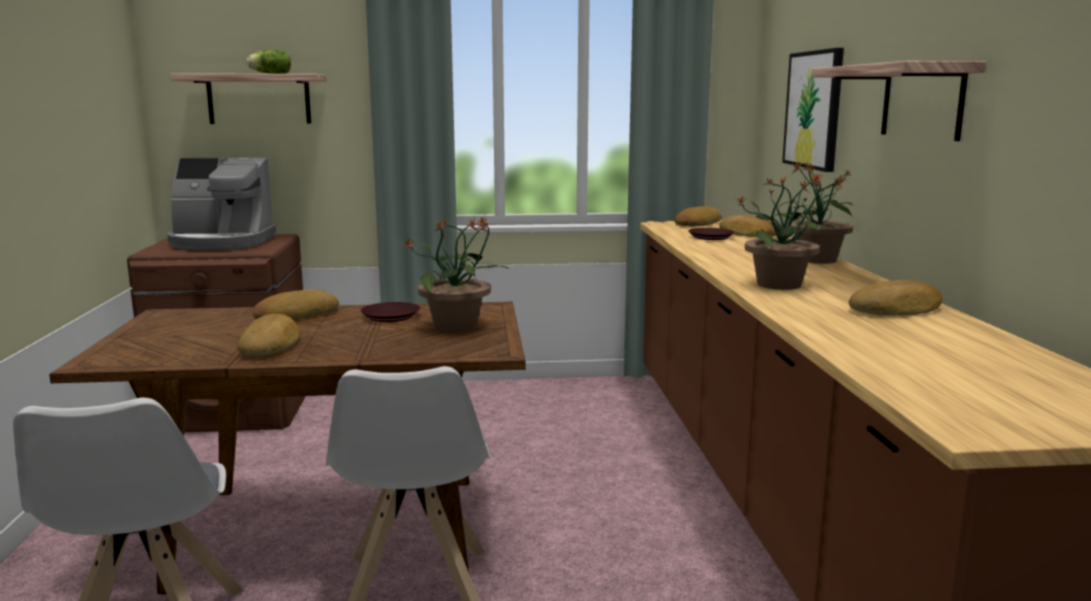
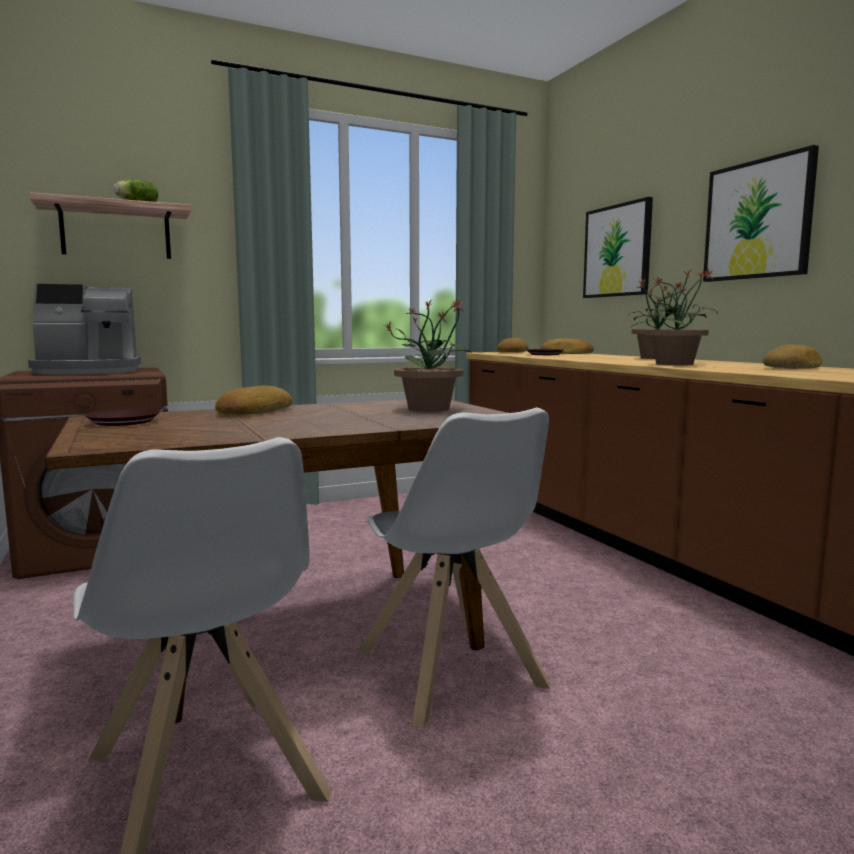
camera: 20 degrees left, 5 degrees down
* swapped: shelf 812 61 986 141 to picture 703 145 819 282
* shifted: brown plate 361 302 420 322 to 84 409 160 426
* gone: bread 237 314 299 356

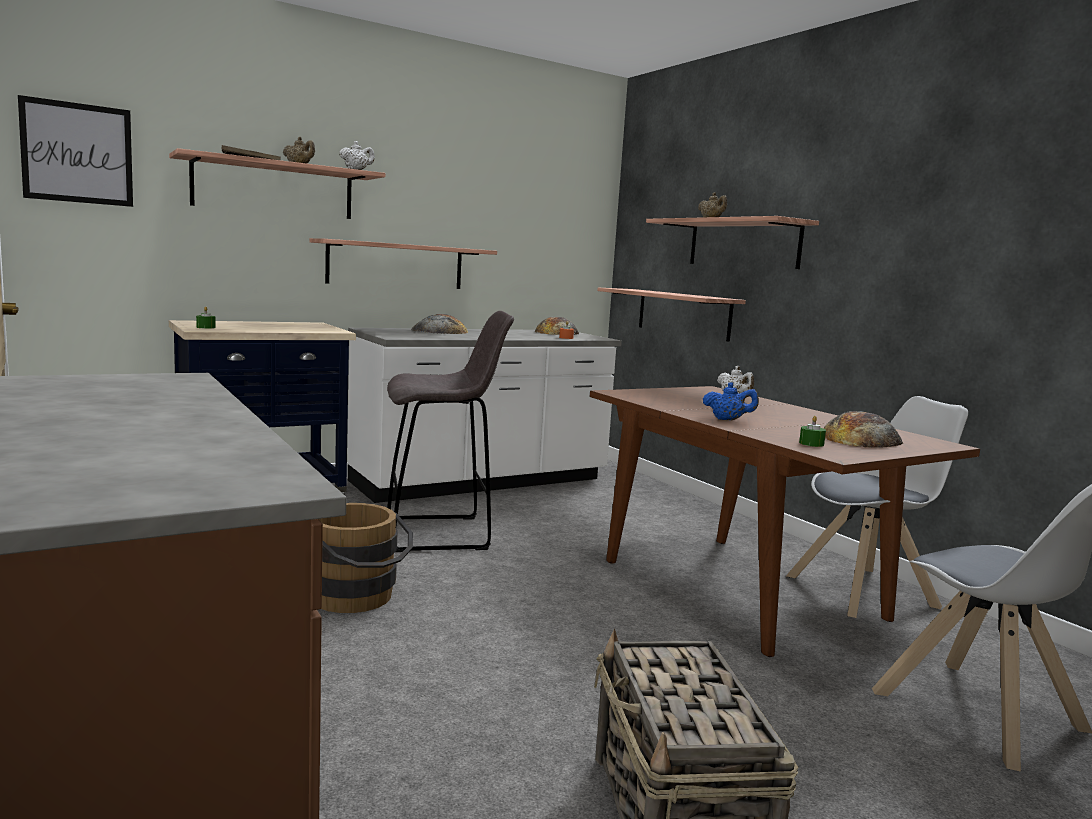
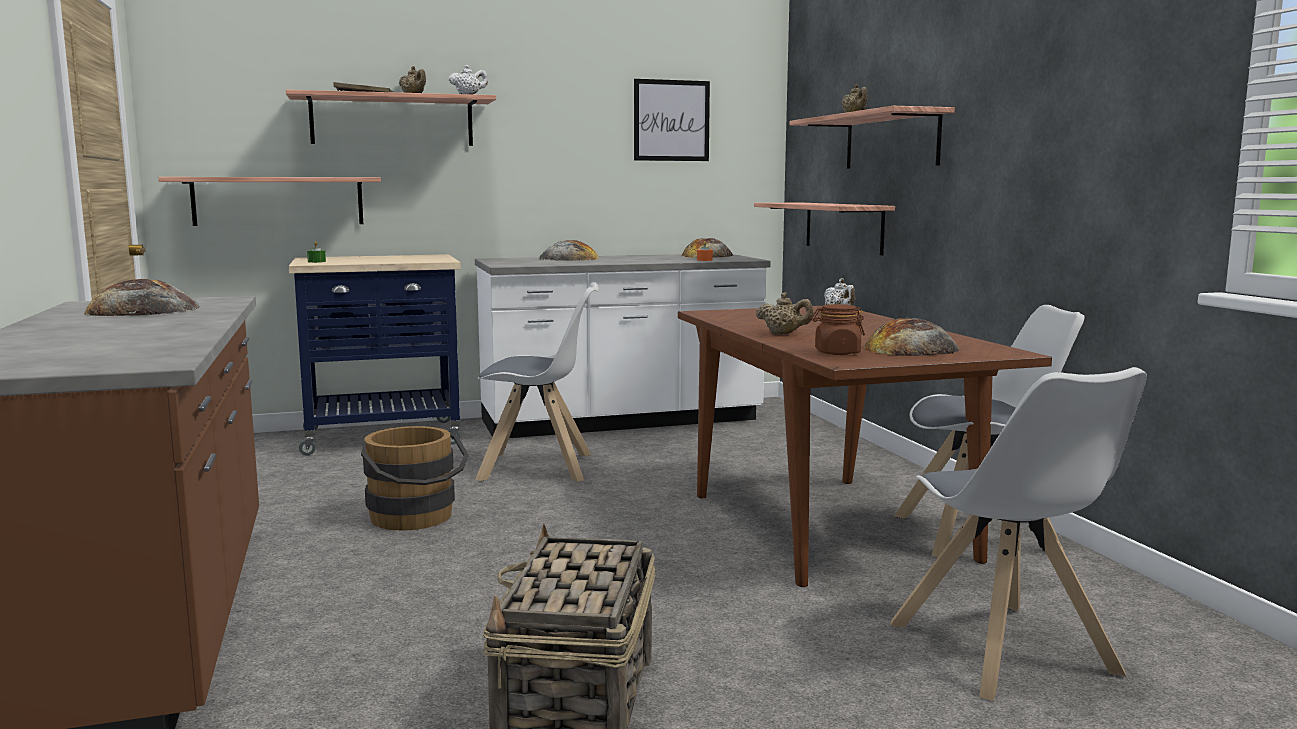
camera: 15 degrees right, 0 degrees up
* shifted: picture 18 95 133 207 to 634 79 710 161
* shifted: shelf 309 238 497 289 to 158 177 381 226
* swapped: grey stool 387 311 514 552 to chair 475 282 599 482
* repainted: blue teapot 703 382 759 420 to beige teapot 756 292 814 334
* swapped: green candle 799 416 826 447 to brown jar 811 304 865 355
* new: bread 84 279 200 316

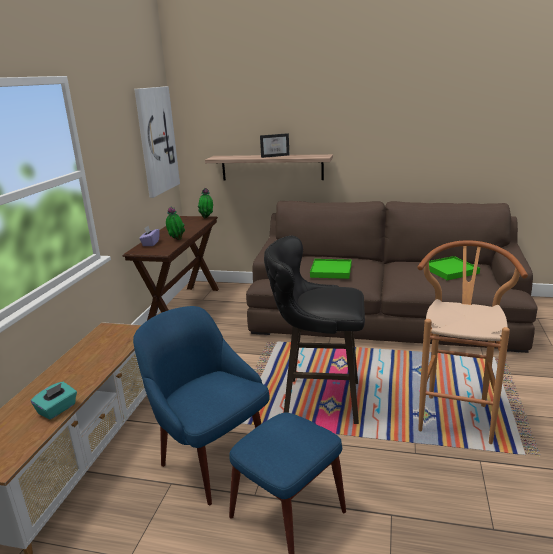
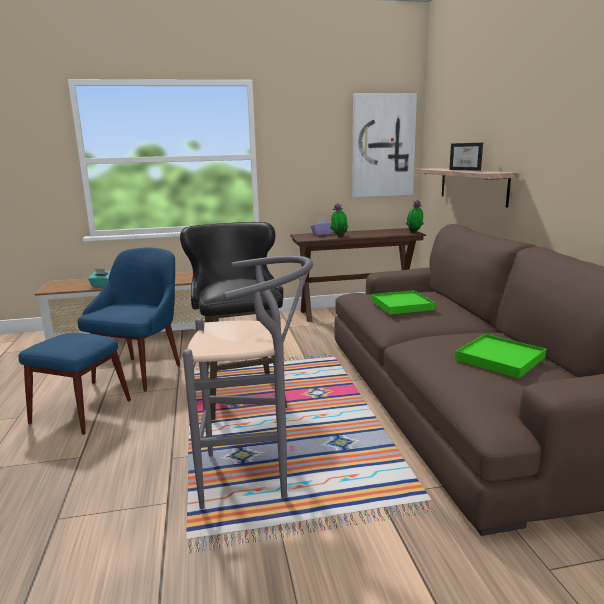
camera: 65 degrees right, 5 degrees down
* repainted: brown stool 417 240 528 444 to grey stool 183 256 313 509

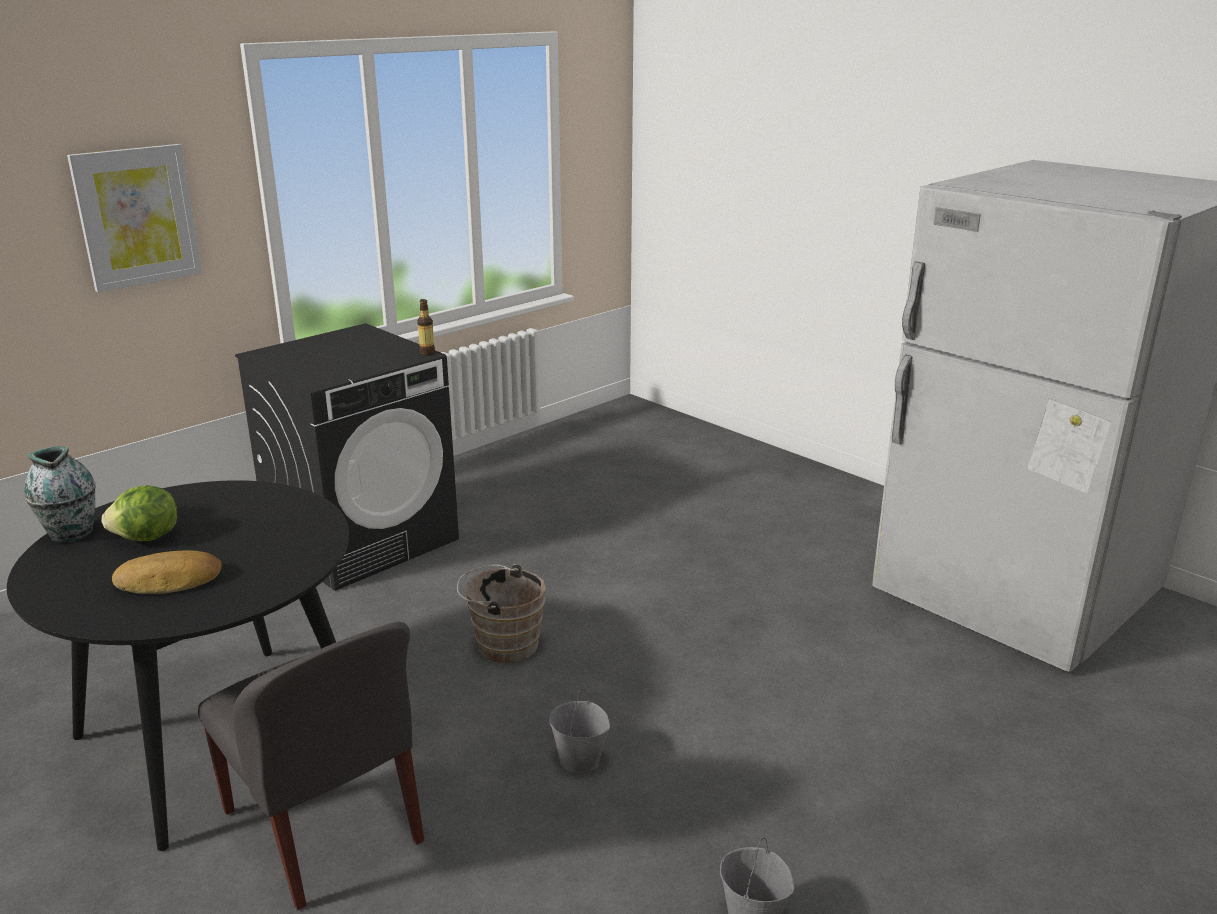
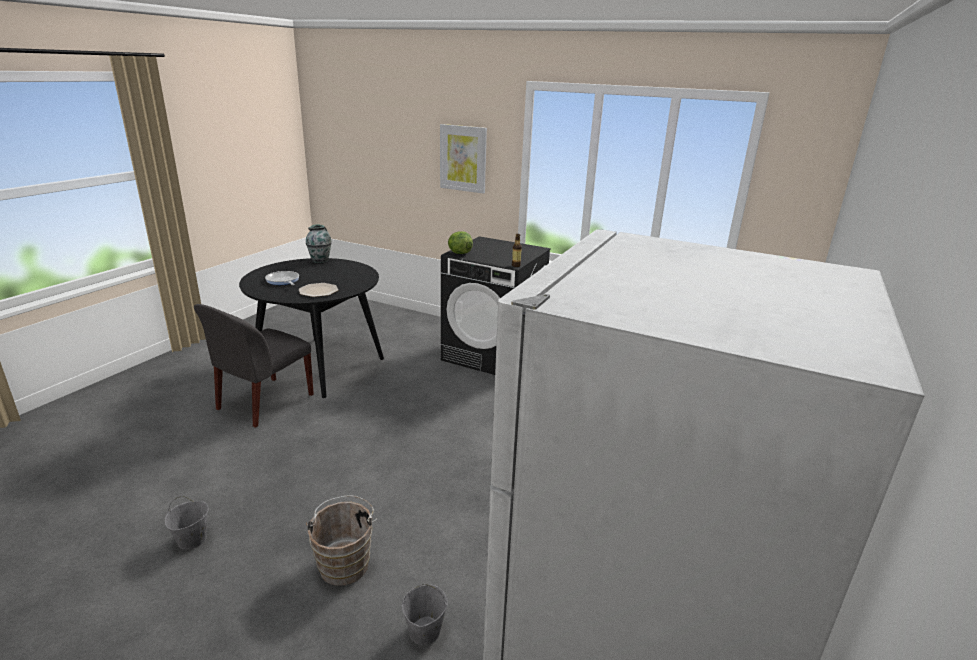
camera: 70 degrees right, 0 degrees up
* shifted: lettuce 101 485 177 541 to 448 231 473 254
* swapped: bread 112 550 222 594 to frying pan 265 271 299 285
* shifted: brown bucket 457 564 546 663 to 306 495 377 586
* shifted: grey bucket 549 689 610 773 to 402 584 448 645
* new: plate 299 283 338 297

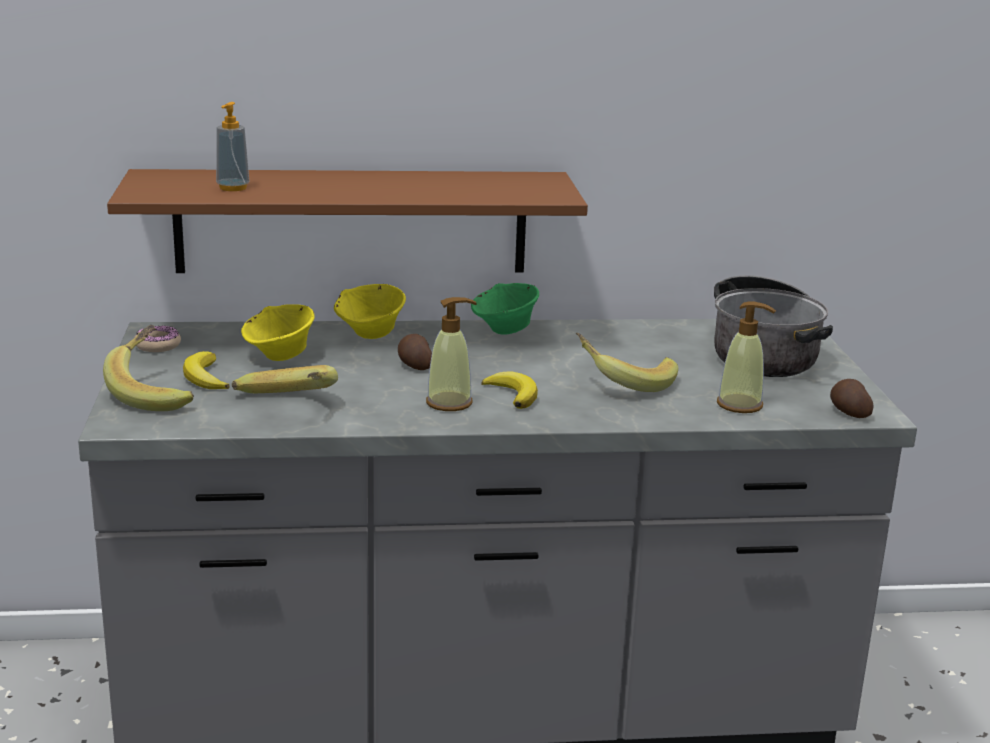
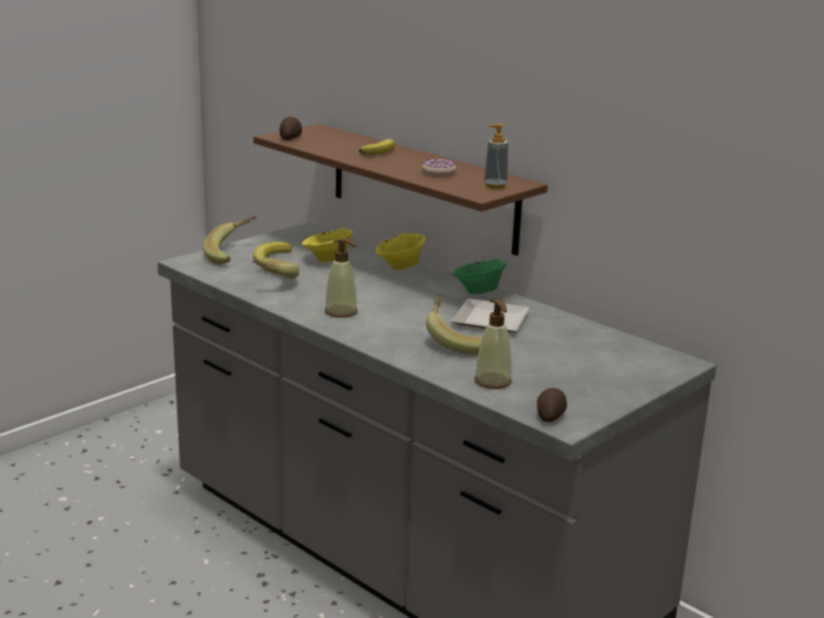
camera: 50 degrees right, 0 degrees up
* shifted: soap dispenser 216 102 250 191 to 484 123 508 189
* gone: cooking pot 714 275 833 377
* shifted: donut 134 325 181 352 to 422 159 456 176
* shifted: potato 398 334 432 370 to 279 117 302 140
* shifted: banana 481 372 538 409 to 359 139 395 156
* new: plate 451 299 530 332

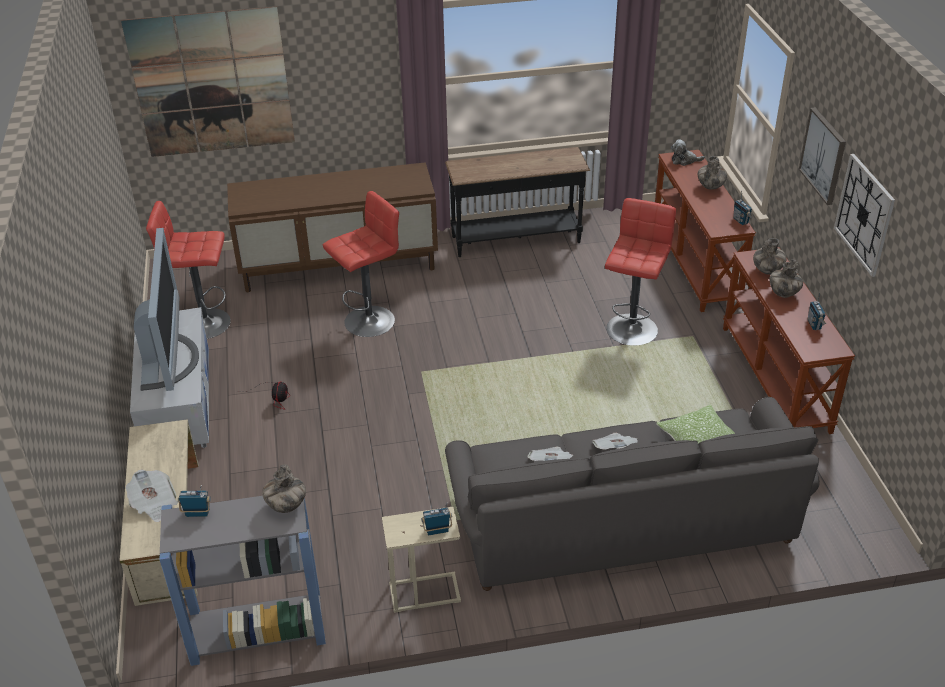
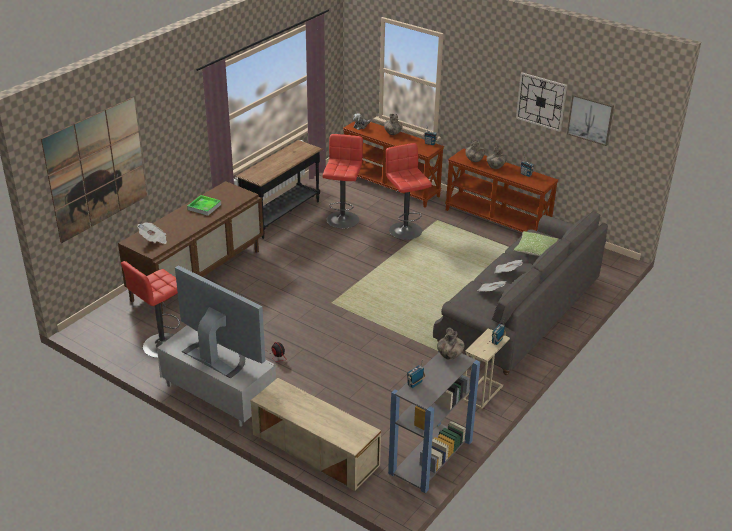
camera: 45 degrees left, 5 degrees down
* shifted: picture 799 108 846 205 to 567 94 614 146
* shifted: red stool 323 191 399 337 to 323 134 363 229
* shifted: newspaper 126 469 178 522 to 137 223 167 244
* new: tray 187 195 221 216

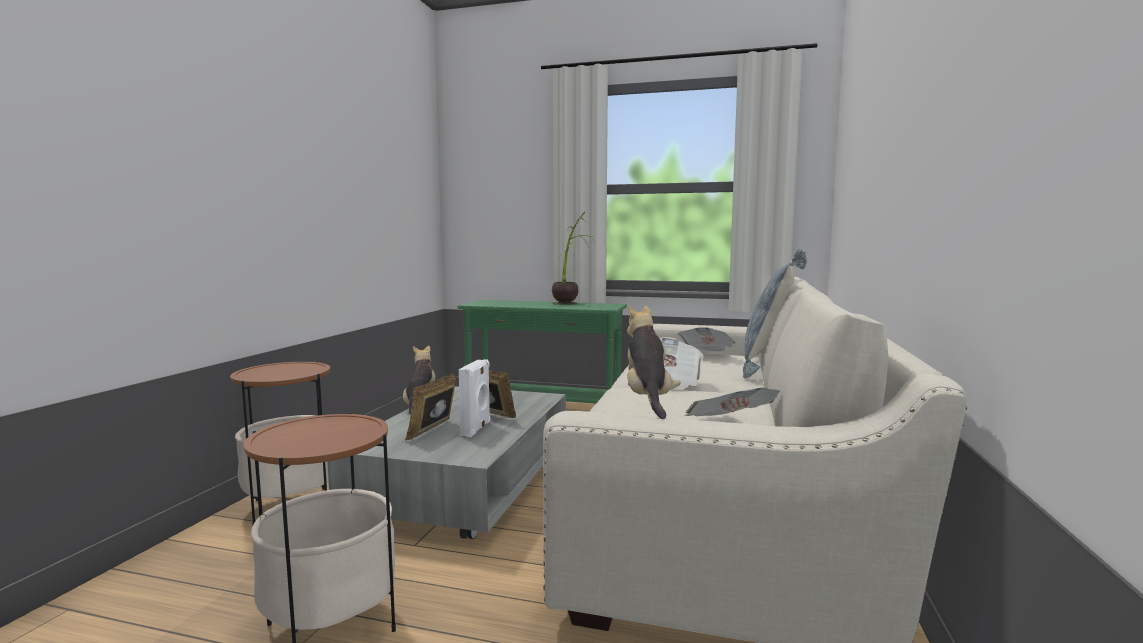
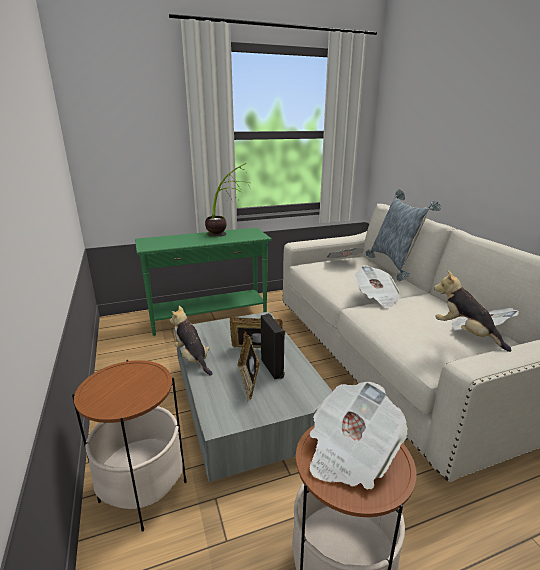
camera: 35 degrees left, 15 degrees up
* repainted: white speaker 459 359 491 437 to black speaker 261 313 285 379
* new: newspaper 310 382 408 489

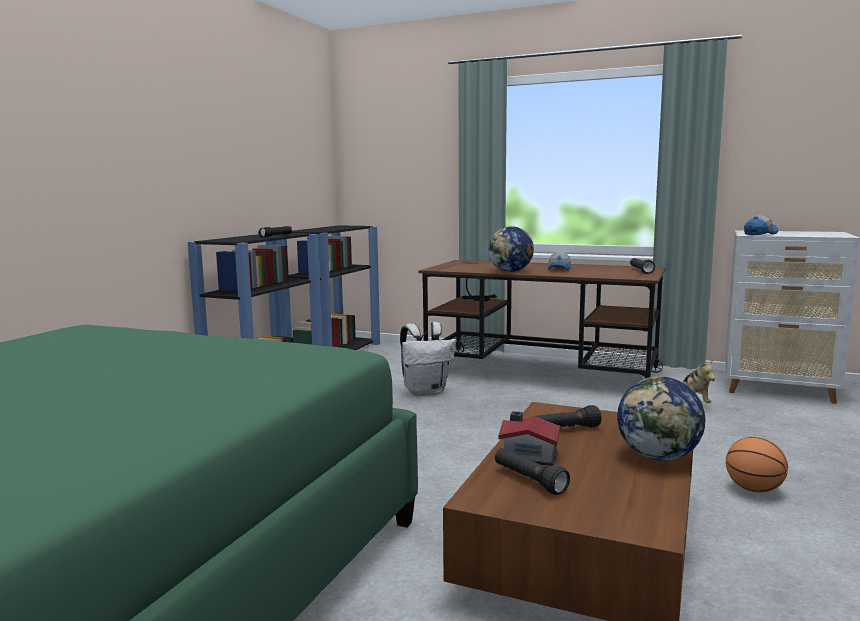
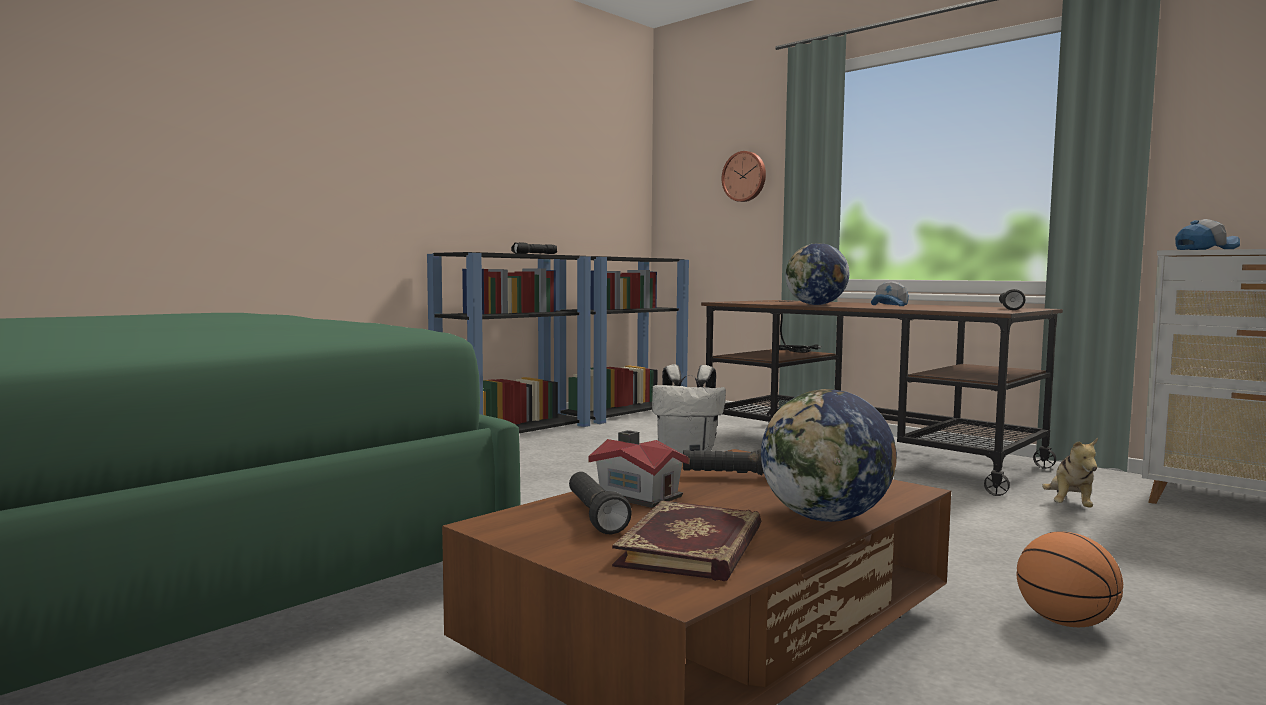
camera: 20 degrees right, 5 degrees down
* new: wall clock 722 151 766 202
* new: book 612 501 761 581

